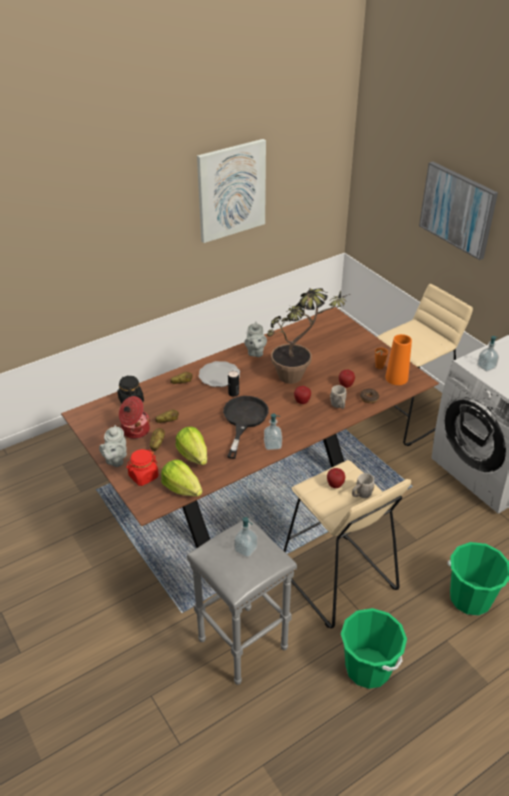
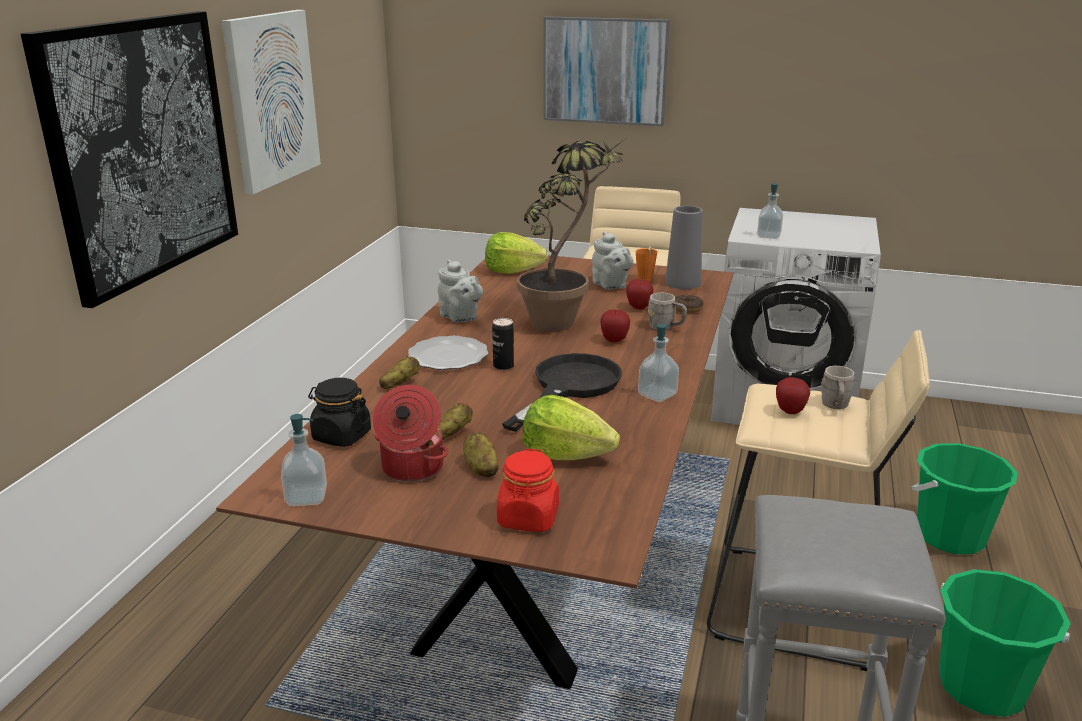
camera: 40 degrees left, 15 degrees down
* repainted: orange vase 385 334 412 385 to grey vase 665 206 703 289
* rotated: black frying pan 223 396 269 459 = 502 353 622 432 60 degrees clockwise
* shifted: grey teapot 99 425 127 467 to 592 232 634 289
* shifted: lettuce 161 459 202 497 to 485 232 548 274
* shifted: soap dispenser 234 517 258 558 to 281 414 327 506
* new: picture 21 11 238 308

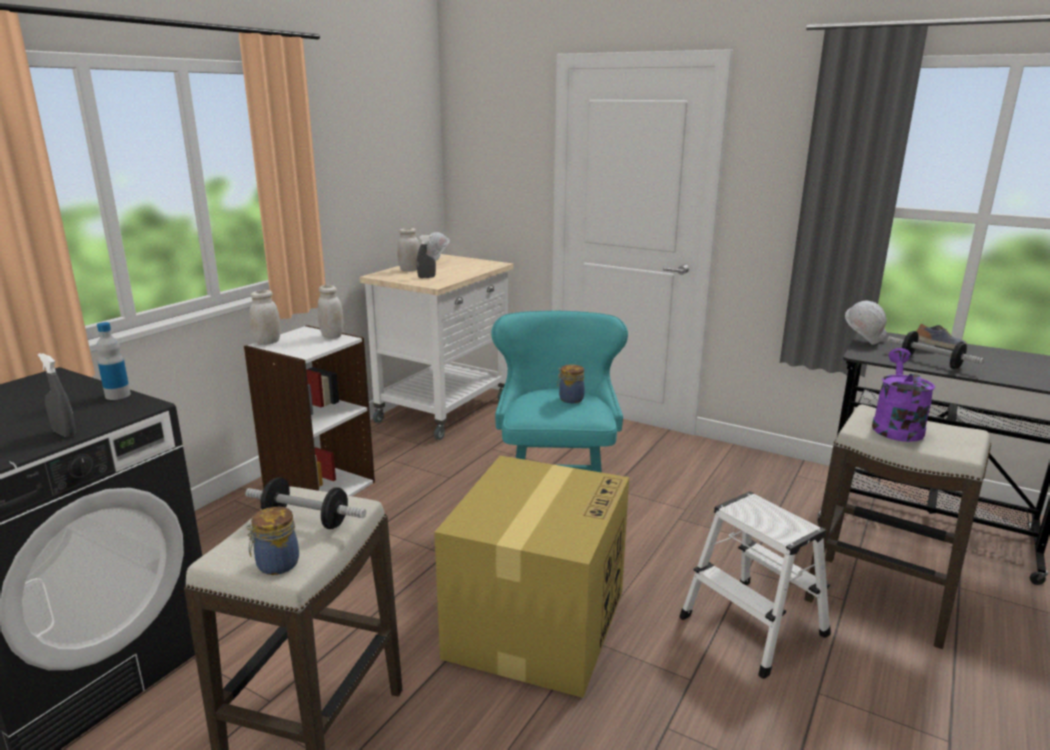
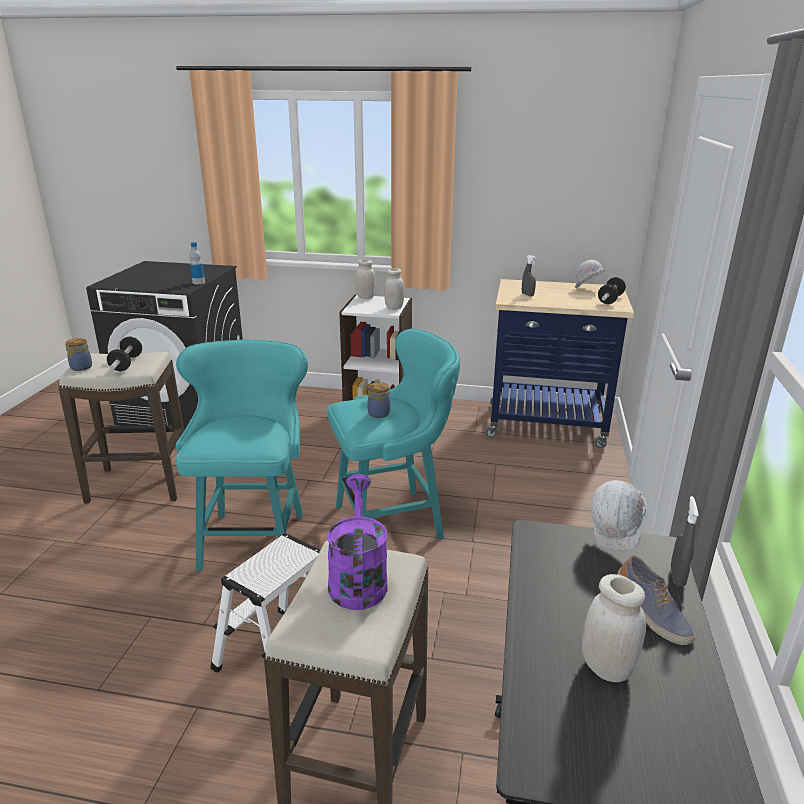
camera: 70 degrees right, 5 degrees up
* shifted: white jar 397 228 420 271 to 582 574 646 682
* repainted: white cart 359 254 514 440 to blue cart 485 279 634 448
* shifted: dumbbell 887 331 984 369 to 598 277 626 304
* rotated: purple watering can 872 348 935 442 = 327 474 388 610 90 degrees counterclockwise
* shifted: grey spray bottle 38 353 76 437 to 671 496 699 587
* swapped: cardboard box 434 456 629 698 to turquoise stool 176 339 308 571

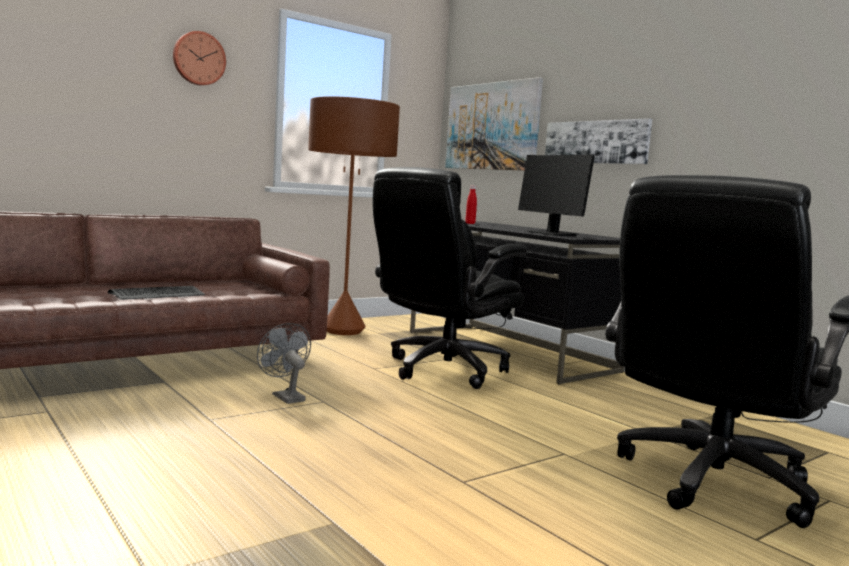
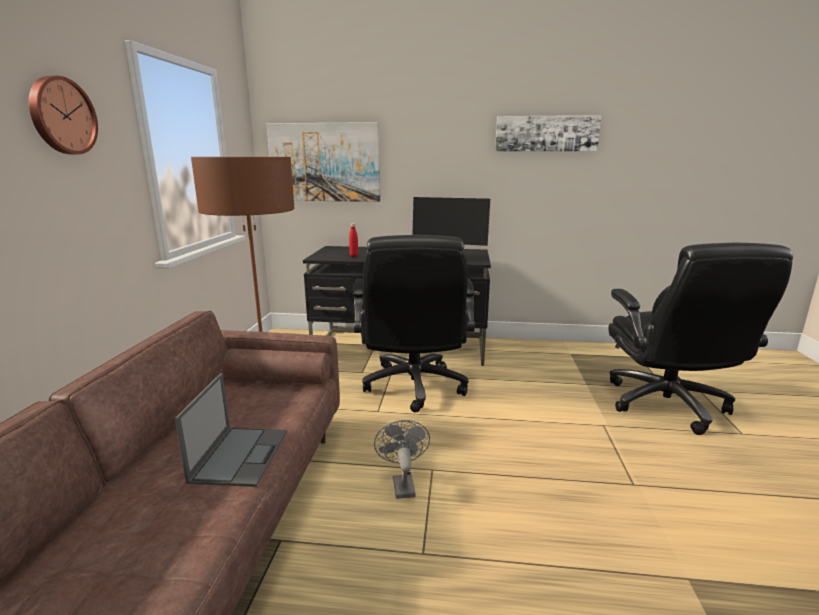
camera: 45 degrees left, 10 degrees up
* shifted: picture 545 118 652 164 to 495 115 602 152
* swapped: keyboard 108 286 205 300 to laptop 175 373 287 487
* rotated: grey fan 257 323 311 404 = 374 420 430 499 75 degrees clockwise

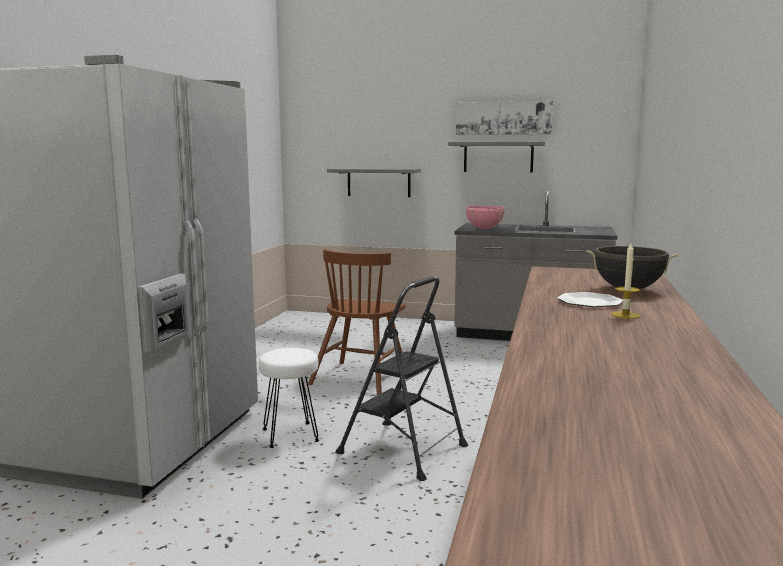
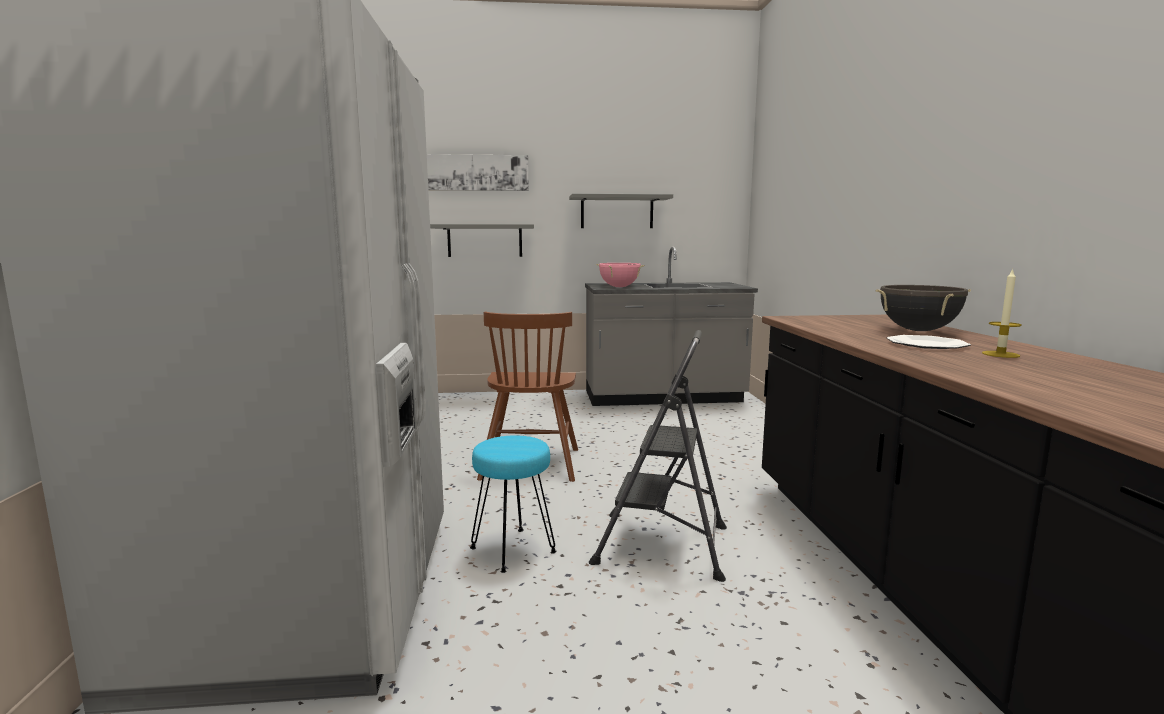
camera: 20 degrees left, 0 degrees up
* shifted: picture 456 101 553 135 to 427 154 529 191
* repainted: white stool 259 348 319 448 to turquoise stool 470 435 556 573

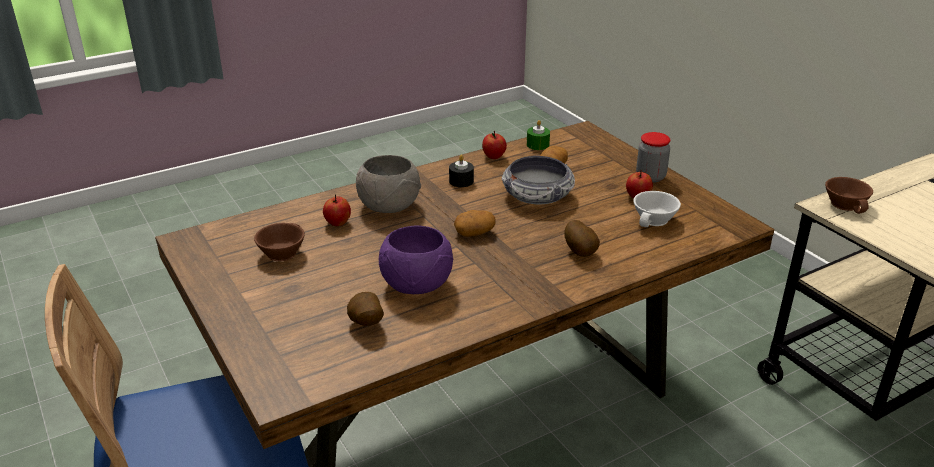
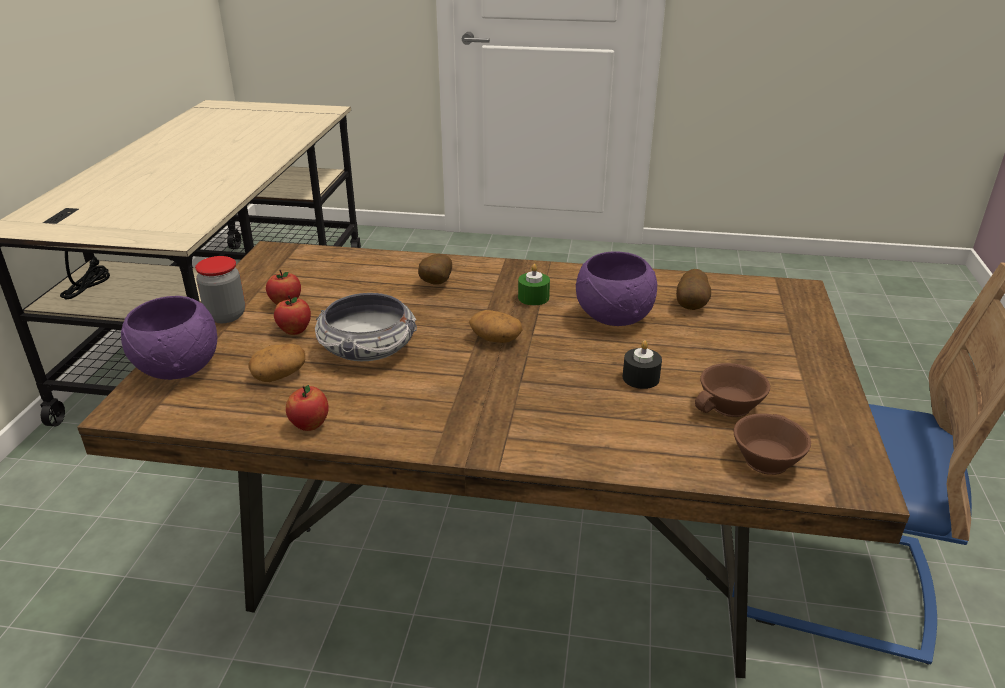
camera: 140 degrees left, 0 degrees up
* shifted: green candle 527 120 550 150 to 518 264 550 305
* gone: grey bowl 356 155 421 213
* shifted: black candle 449 155 474 187 to 623 340 662 389
* shifted: brown cup 825 177 873 214 to 734 413 811 475
* gone: white cup 633 191 681 227
* shifted: apple 323 194 351 226 to 274 296 311 335
* new: purple bowl 121 296 217 380

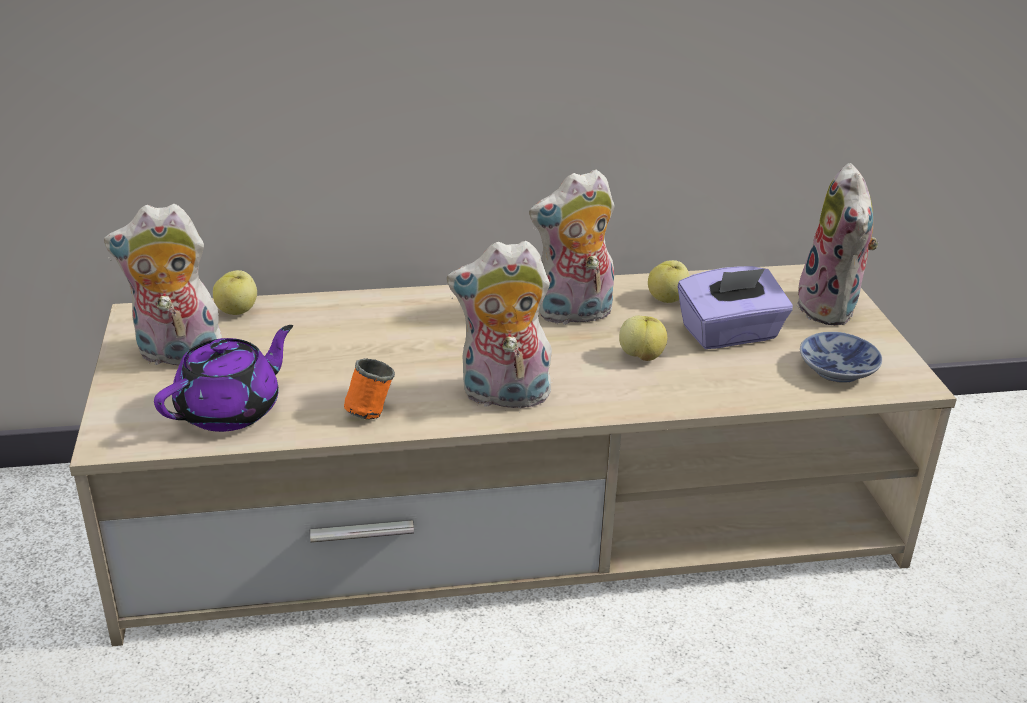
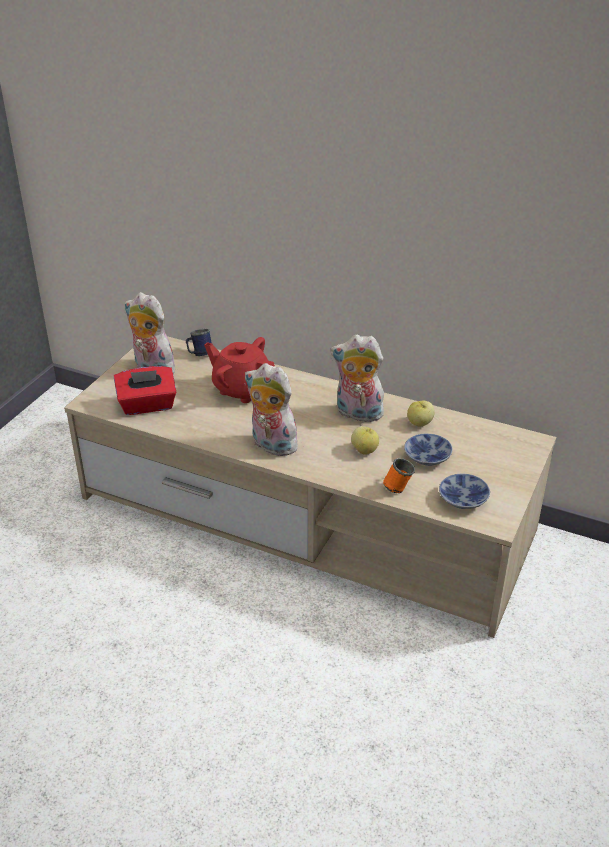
camera: 35 degrees right, 5 degrees up
* gone: plush toy 797 163 878 325
* swapped: purple tissue box 678 266 793 349 to bowl 404 434 453 466
* swapped: apple 213 270 257 315 to blue mug 186 329 212 356
* swapped: purple teapot 154 325 293 432 to red tissue box 114 366 176 415
* shifted: orange mug 344 358 395 419 to 383 458 415 493
* new: red teapot 204 337 275 403

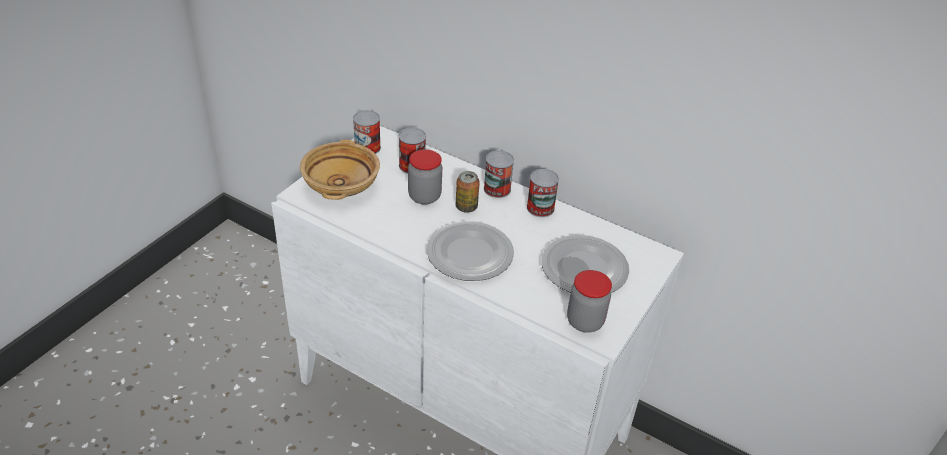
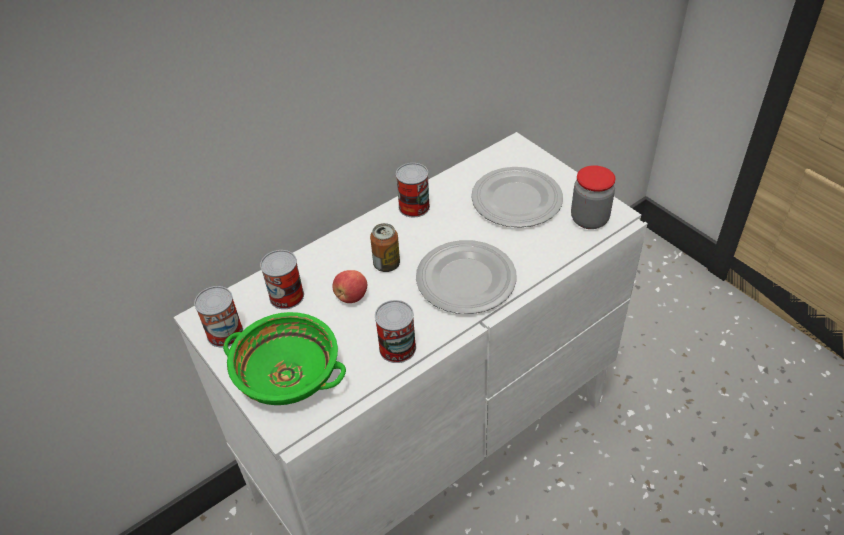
camera: 65 degrees left, 5 degrees up
* repainted: beige bowl 300 140 380 200 to green bowl 223 312 346 405
* swapped: jar 408 149 442 205 to apple 332 270 367 303
* shifted: can 484 150 514 198 to 375 300 416 363

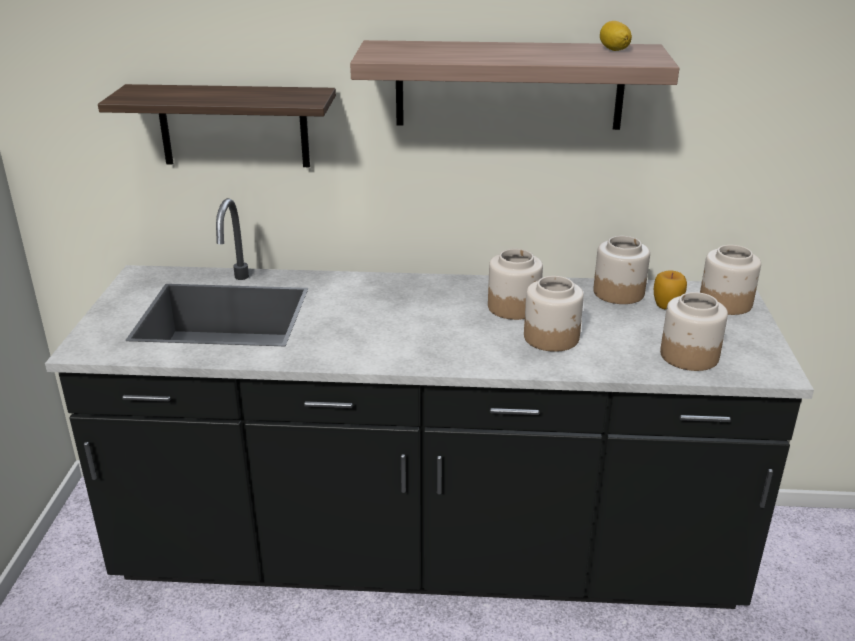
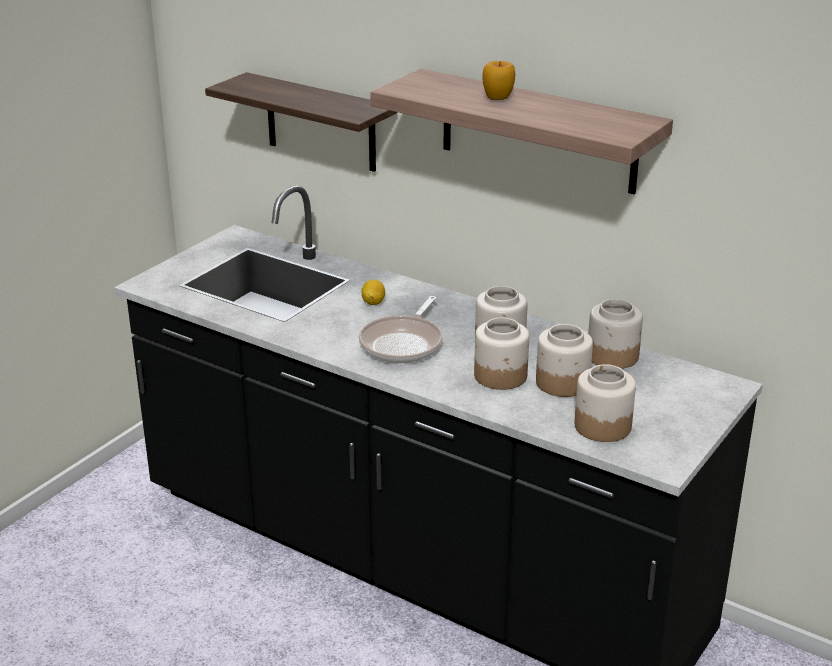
camera: 30 degrees right, 0 degrees up
* shifted: lemon 600 21 632 51 to 361 280 385 305
* shifted: jar 700 245 761 315 to 536 324 593 397
* shifted: apple 654 270 687 309 to 482 61 516 100
* new: frying pan 359 296 443 363

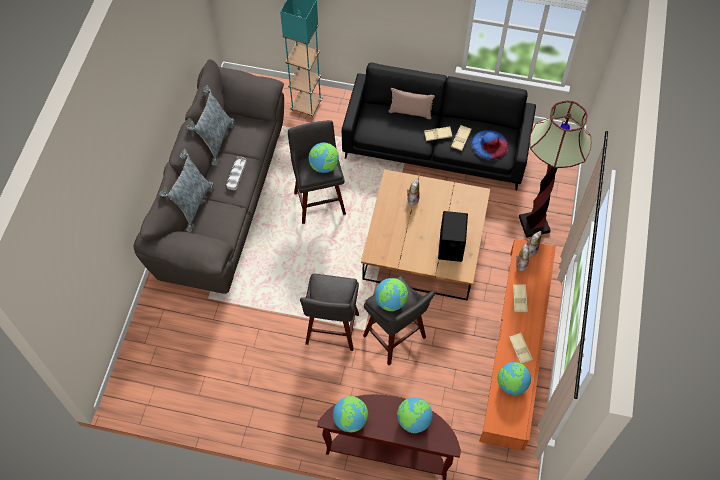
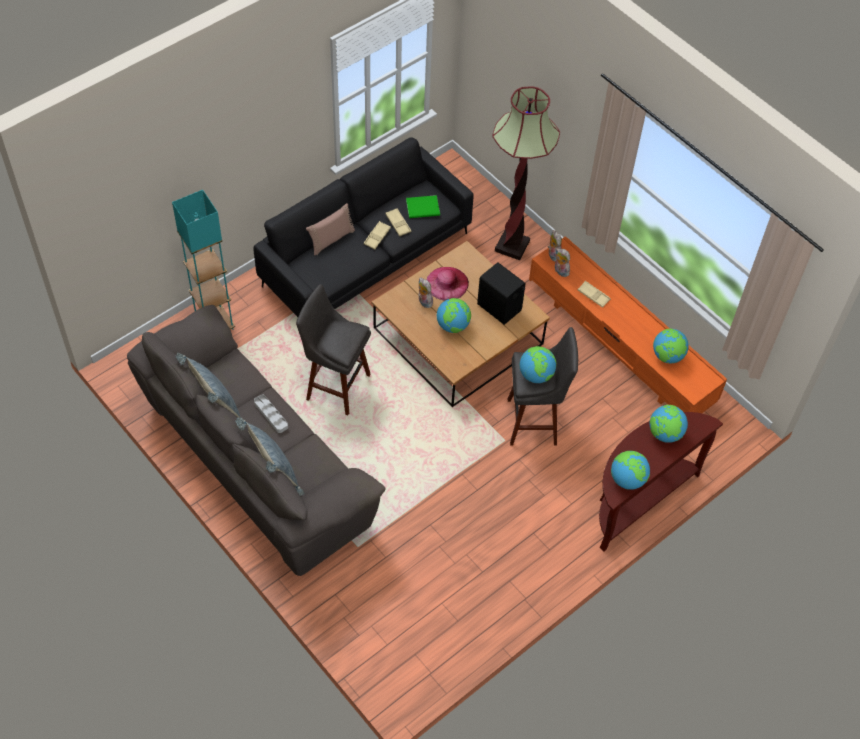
camera: 55 degrees left, 5 degrees down
* swapped: blue hat 471 130 508 160 to green book 406 195 440 218
* shifted: globe 309 143 339 173 to 437 298 471 333
* gone: grey stool 300 273 359 351
* gone: beige tray 509 333 533 364
* new: pink hat 427 267 469 301

